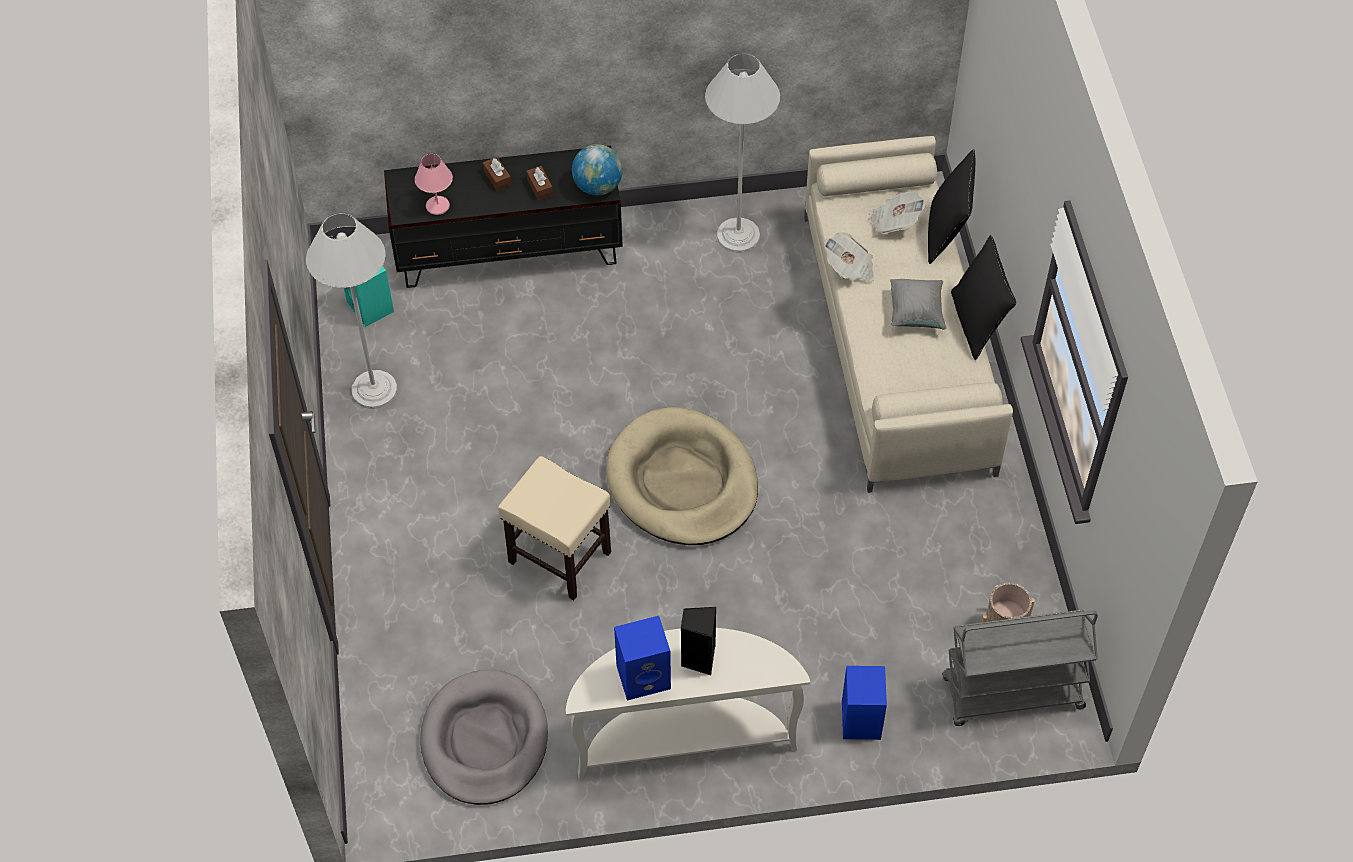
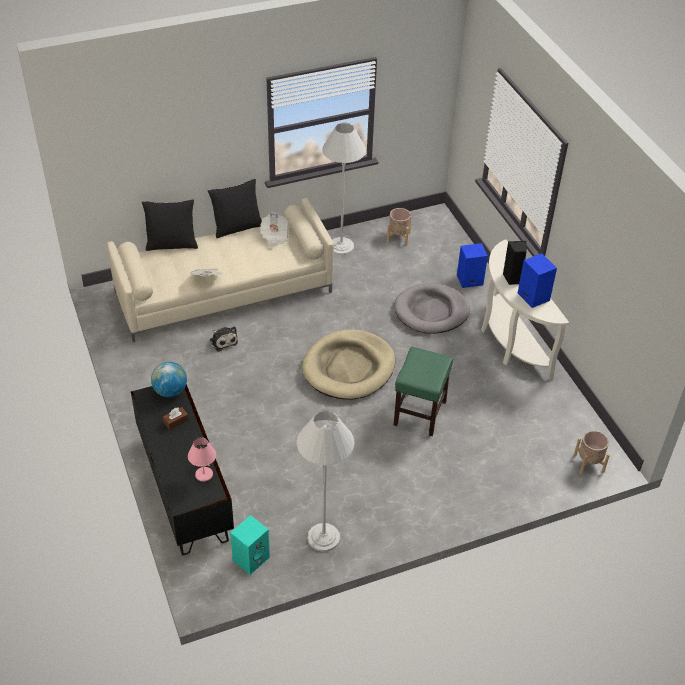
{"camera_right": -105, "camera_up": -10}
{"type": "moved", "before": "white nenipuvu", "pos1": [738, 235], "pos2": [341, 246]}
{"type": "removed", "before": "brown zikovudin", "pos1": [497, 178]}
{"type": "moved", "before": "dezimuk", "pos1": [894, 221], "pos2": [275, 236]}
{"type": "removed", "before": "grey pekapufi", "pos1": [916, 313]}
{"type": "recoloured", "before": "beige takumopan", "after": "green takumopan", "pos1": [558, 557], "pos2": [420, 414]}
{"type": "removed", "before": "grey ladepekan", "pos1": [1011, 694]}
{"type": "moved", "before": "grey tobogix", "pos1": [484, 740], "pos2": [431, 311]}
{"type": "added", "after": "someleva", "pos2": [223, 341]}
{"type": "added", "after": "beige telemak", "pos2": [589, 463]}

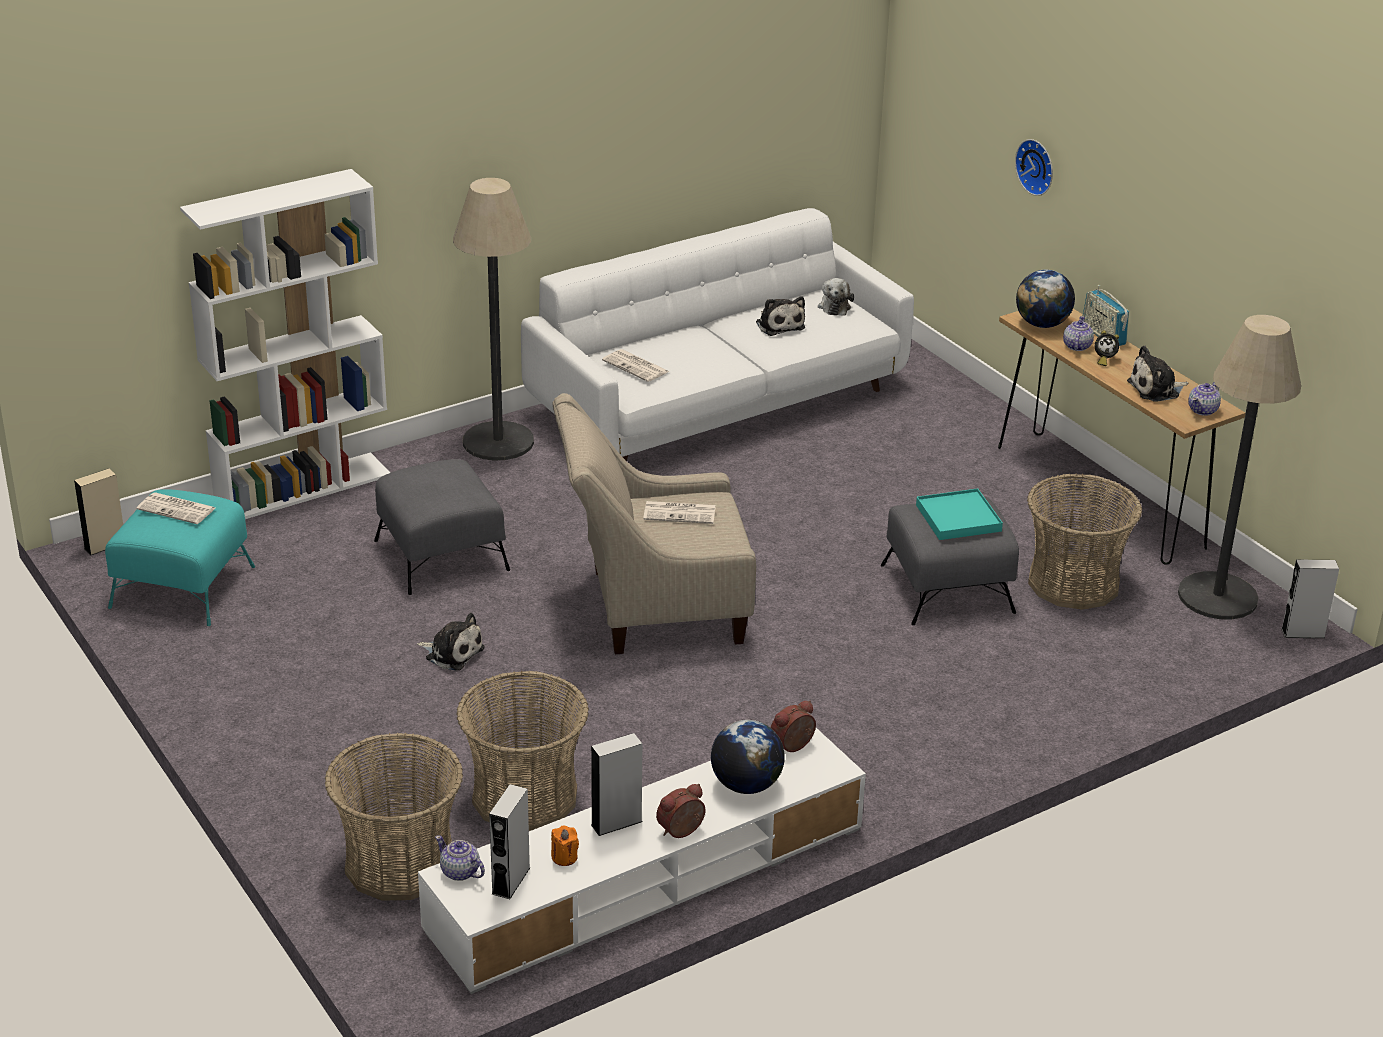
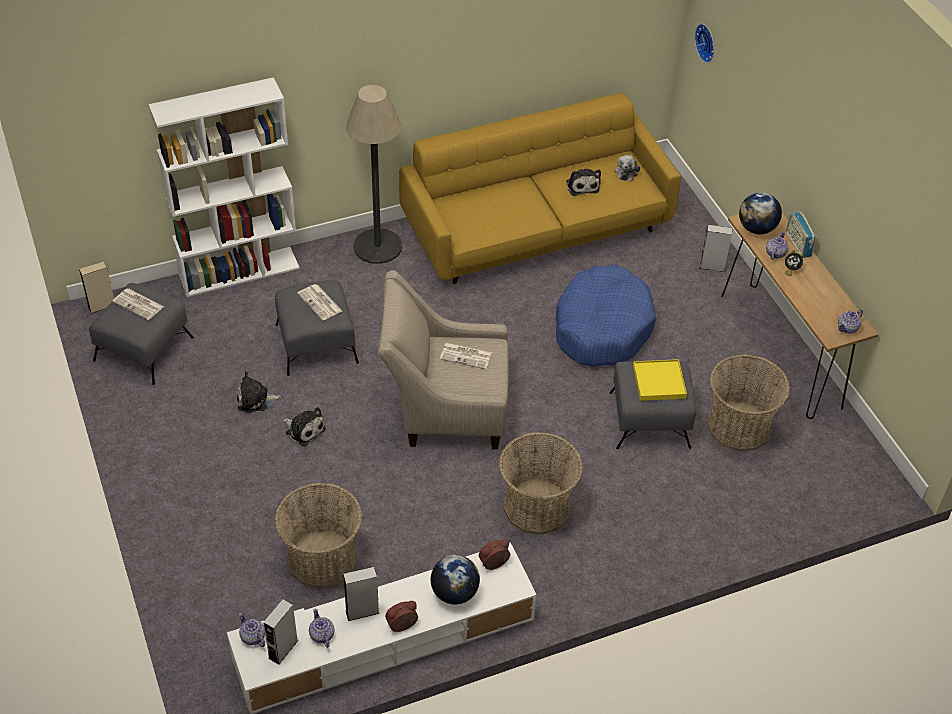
{"camera_right": 10, "camera_up": 15}
{"type": "moved", "before": "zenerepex", "pos1": [1037, 166], "pos2": [707, 42]}
{"type": "recoloured", "before": "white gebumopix", "after": "yellow gebumopix", "pos1": [720, 402], "pos2": [537, 228]}
{"type": "removed", "before": "nenipuvu", "pos1": [1217, 596]}
{"type": "moved", "before": "someleva", "pos1": [1156, 389], "pos2": [255, 400]}
{"type": "moved", "before": "dezimuk", "pos1": [636, 366], "pos2": [320, 303]}
{"type": "recoloured", "before": "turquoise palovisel", "after": "yellow palovisel", "pos1": [958, 518], "pos2": [659, 382]}
{"type": "recoloured", "before": "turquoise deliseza", "after": "grey deliseza", "pos1": [181, 587], "pos2": [143, 349]}
{"type": "moved", "before": "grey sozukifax", "pos1": [1303, 633], "pos2": [712, 267]}
{"type": "moved", "before": "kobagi", "pos1": [399, 863], "pos2": [536, 507]}
{"type": "replaced", "before": "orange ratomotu", "after": "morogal", "pos1": [564, 857], "pos2": [321, 635]}
{"type": "added", "after": "blue tobogix", "pos2": [602, 327]}

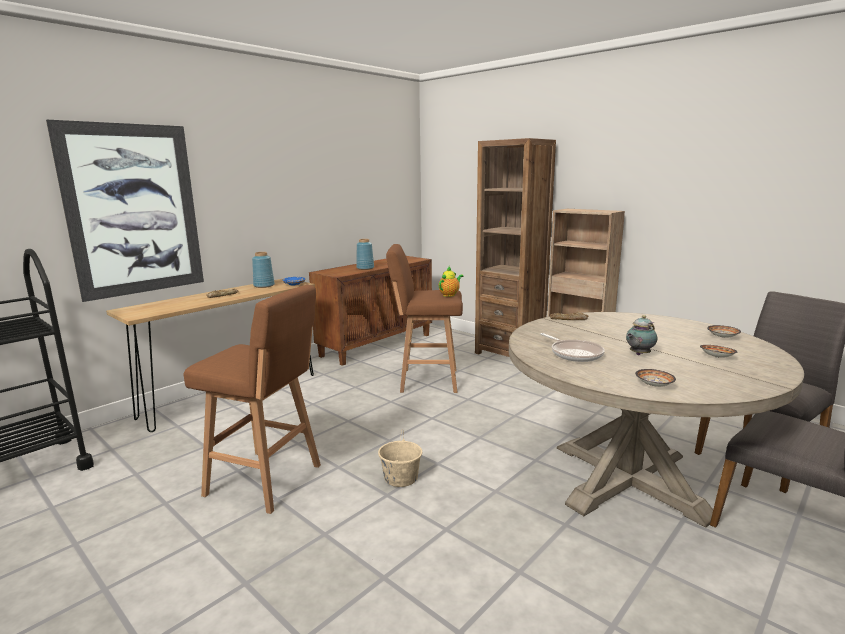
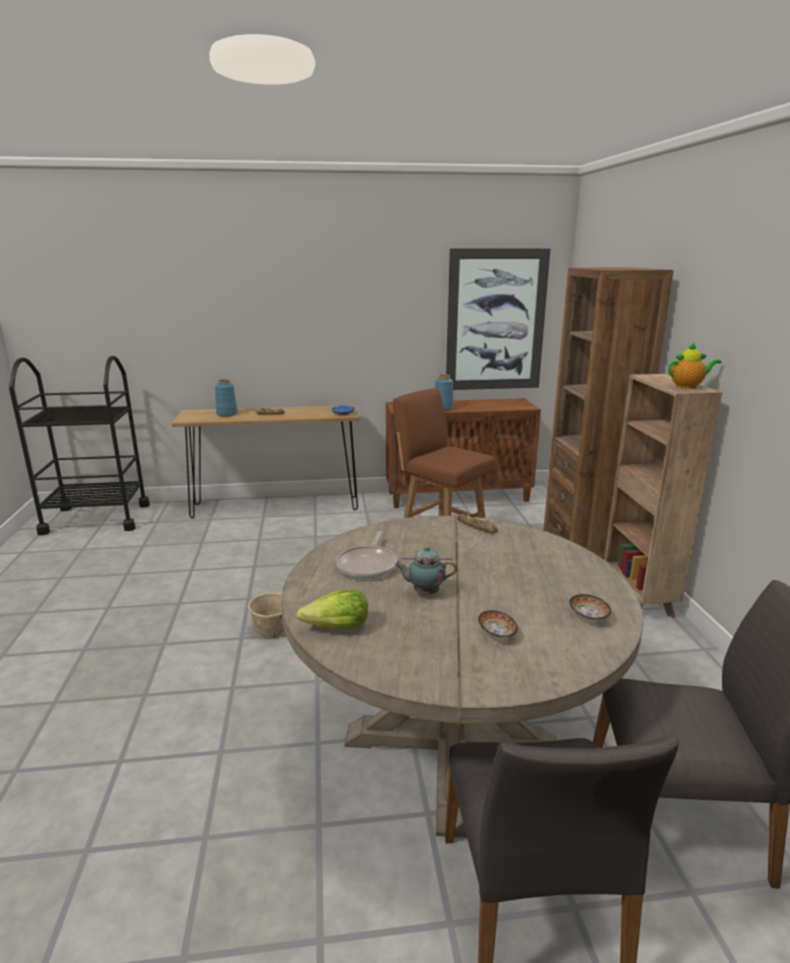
{"camera_right": 40, "camera_up": 5}
{"type": "moved", "before": "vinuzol", "pos1": [134, 210], "pos2": [496, 321]}
{"type": "moved", "before": "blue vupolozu", "pos1": [264, 285], "pos2": [227, 414]}
{"type": "moved", "before": "morogal", "pos1": [450, 295], "pos2": [688, 386]}
{"type": "removed", "before": "brown takumopan", "pos1": [267, 481]}
{"type": "replaced", "before": "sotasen", "after": "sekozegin", "pos1": [654, 385], "pos2": [337, 627]}

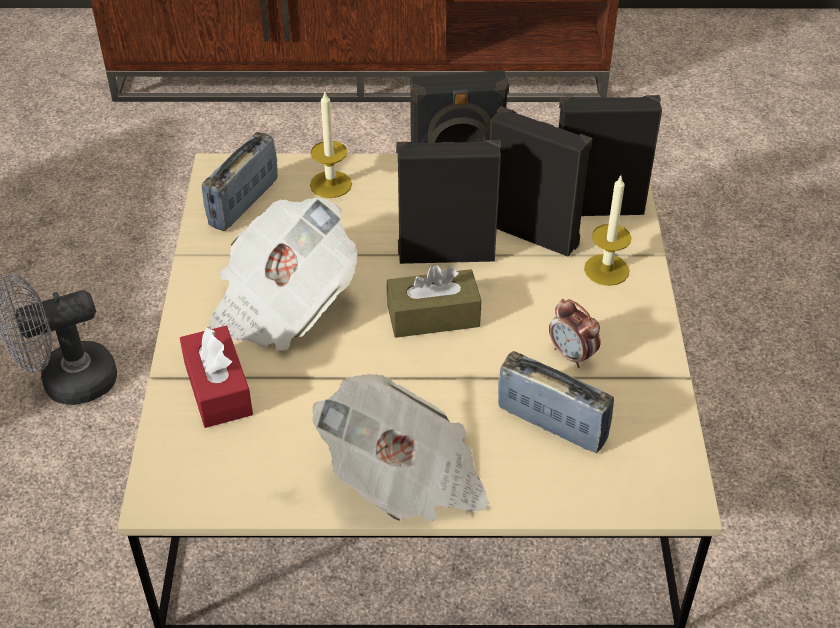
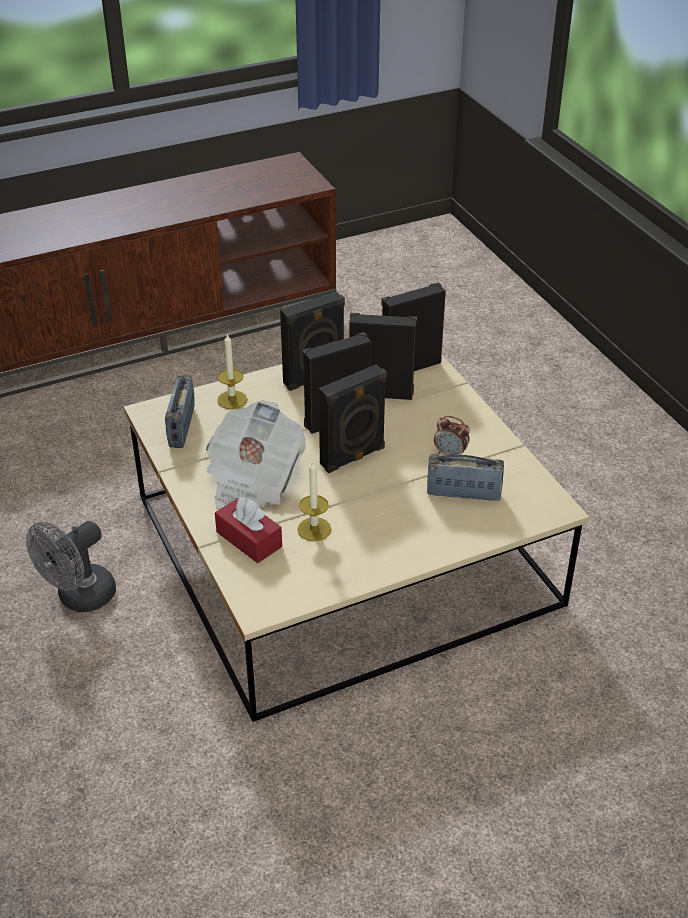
{"camera_right": -25, "camera_up": -5}
{"type": "moved", "before": "ratomotu", "pos1": [606, 270], "pos2": [314, 529]}
{"type": "replaced", "before": "brown zikovudin", "after": "black sozukifax", "pos1": [433, 316], "pos2": [353, 457]}
{"type": "removed", "before": "dezimuk", "pos1": [405, 479]}

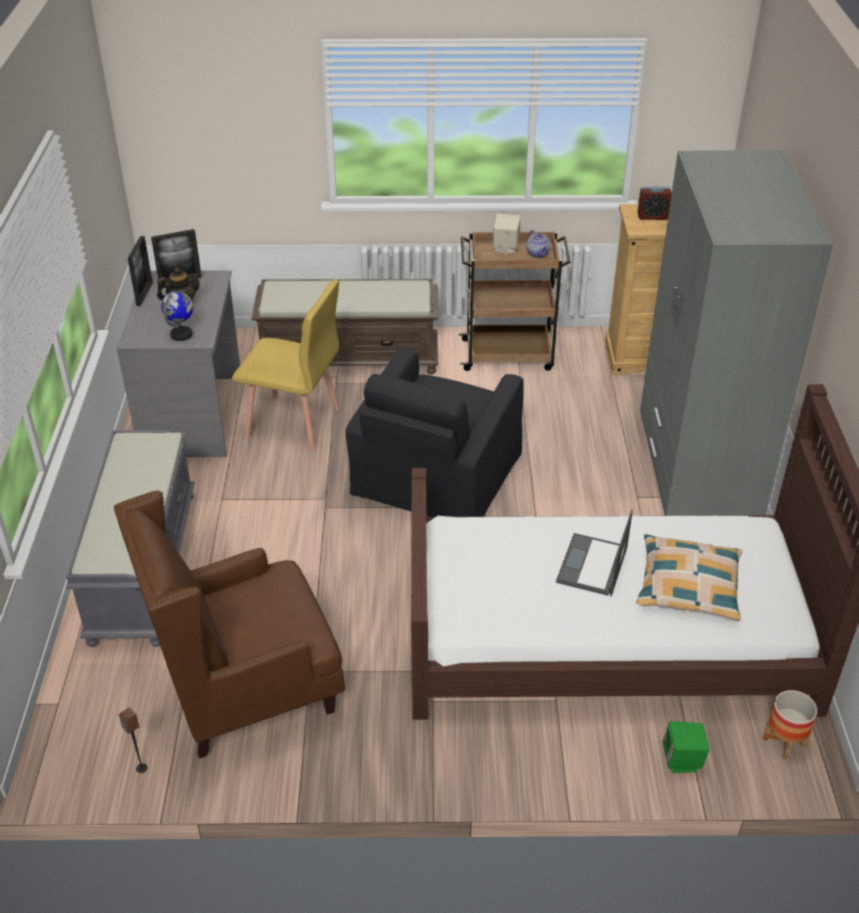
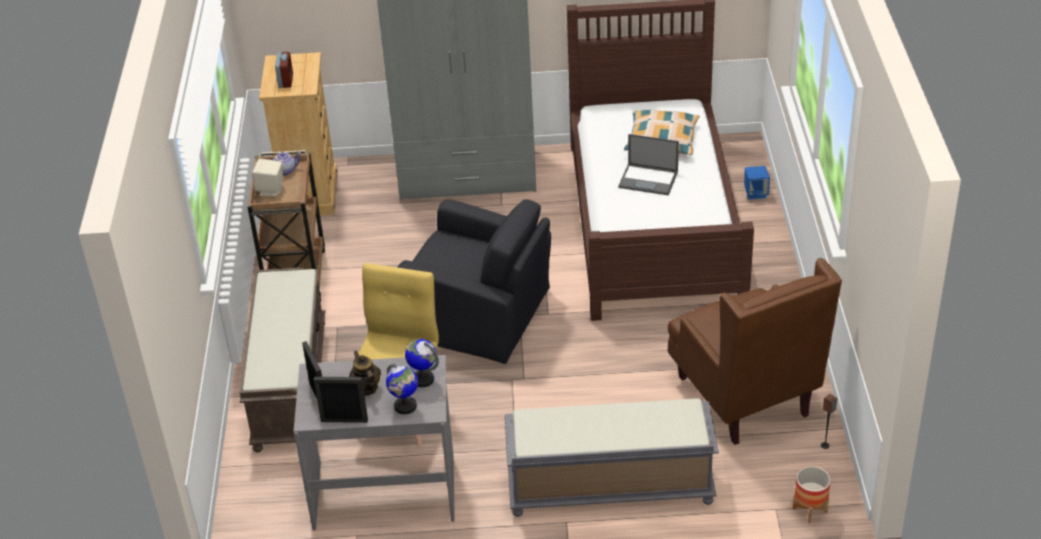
{"camera_right": -90, "camera_up": 0}
{"type": "moved", "before": "telemak", "pos1": [784, 742], "pos2": [810, 510]}
{"type": "recoloured", "before": "green sozukifax", "after": "blue sozukifax", "pos1": [682, 761], "pos2": [756, 193]}
{"type": "added", "after": "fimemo", "pos2": [405, 406]}

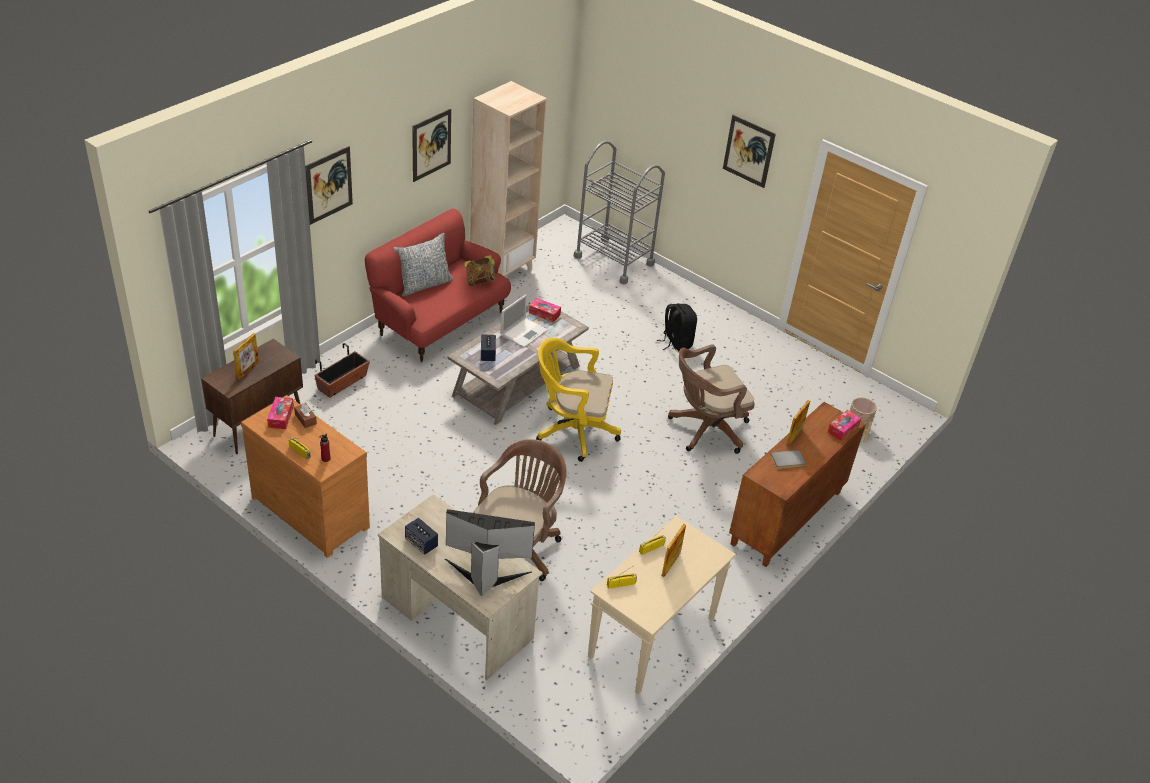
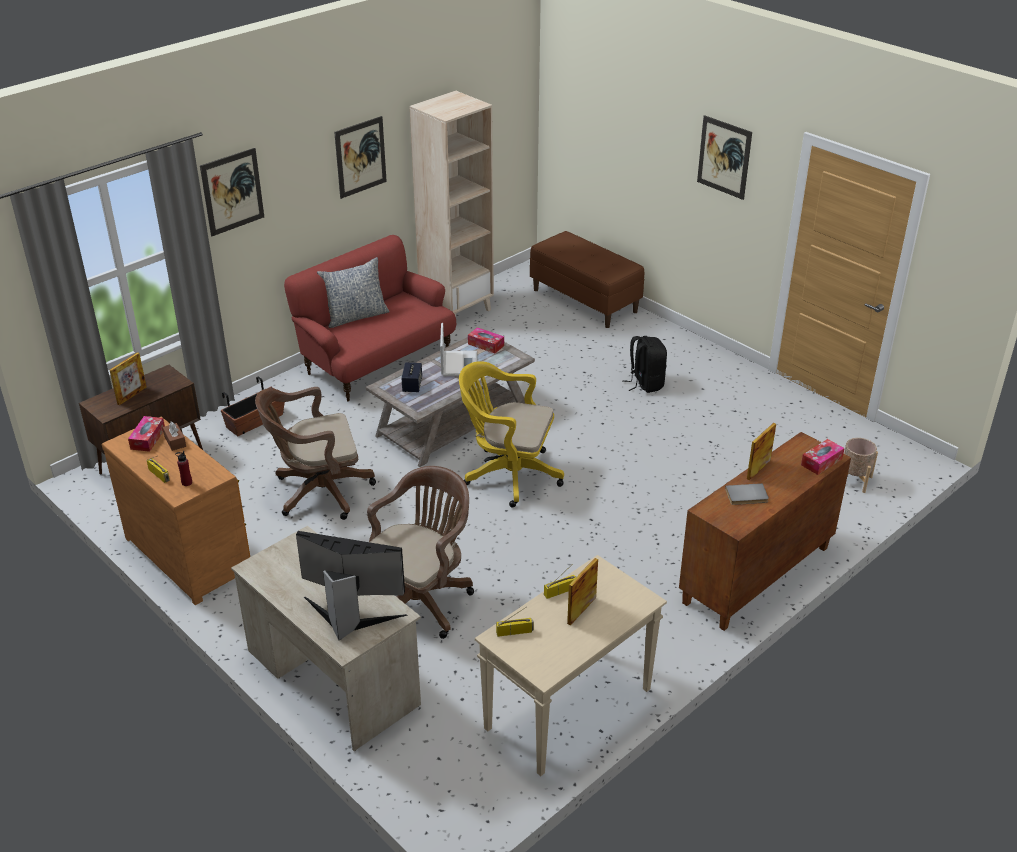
{"camera_right": 10, "camera_up": -5}
{"type": "replaced", "before": "grey ladepekan", "after": "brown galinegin", "pos1": [614, 260], "pos2": [585, 301]}
{"type": "removed", "before": "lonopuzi", "pos1": [480, 281]}
{"type": "turned", "before": "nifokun", "pos1": [524, 332], "pos2": [459, 363], "turn": -45}
{"type": "moved", "before": "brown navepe", "pos1": [705, 430], "pos2": [318, 492]}
{"type": "removed", "before": "sozukifax", "pos1": [421, 543]}

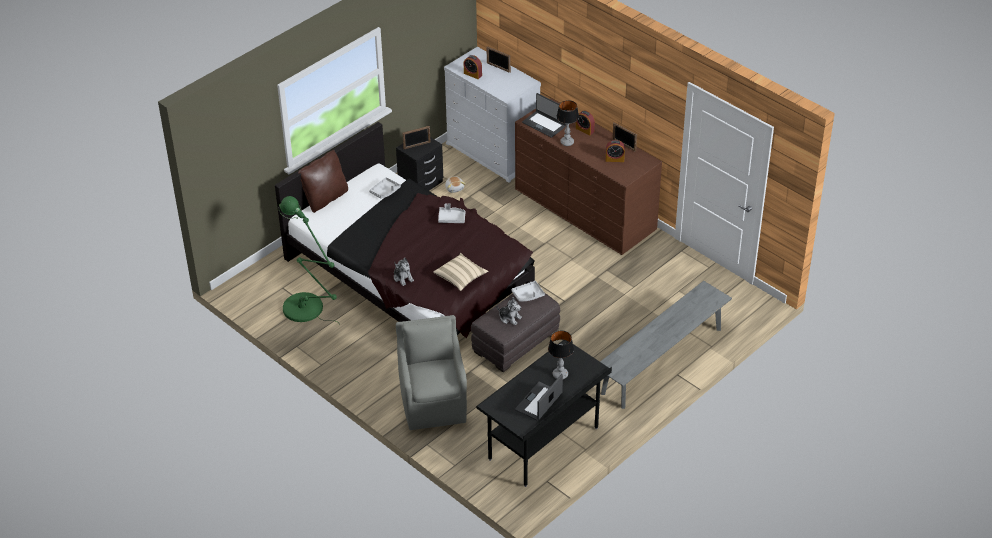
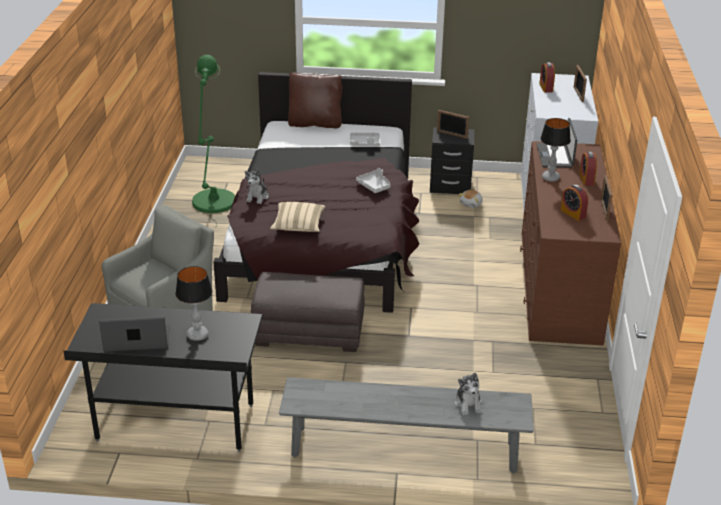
{"camera_right": 50, "camera_up": -10}
{"type": "removed", "before": "grey palovisel", "pos1": [528, 295]}
{"type": "moved", "before": "someleva", "pos1": [509, 318], "pos2": [468, 404]}

